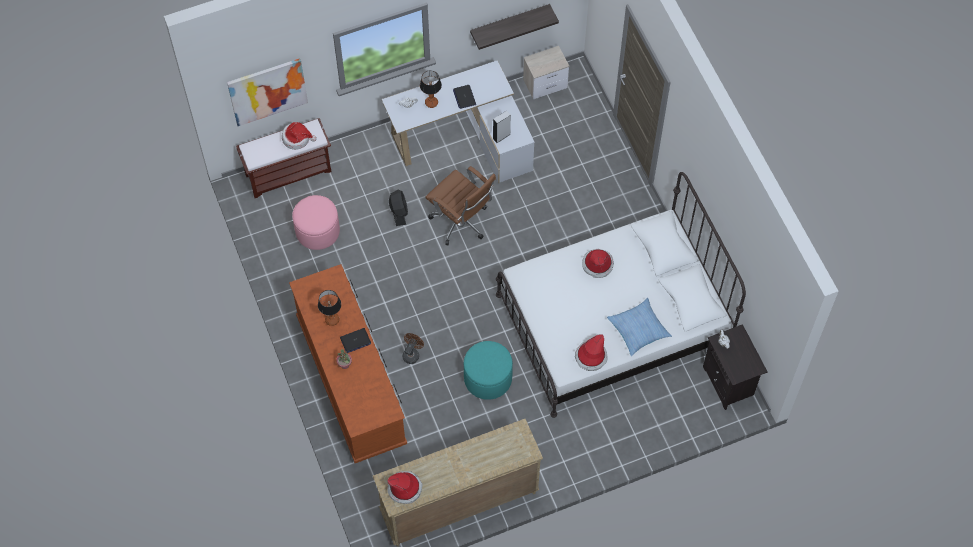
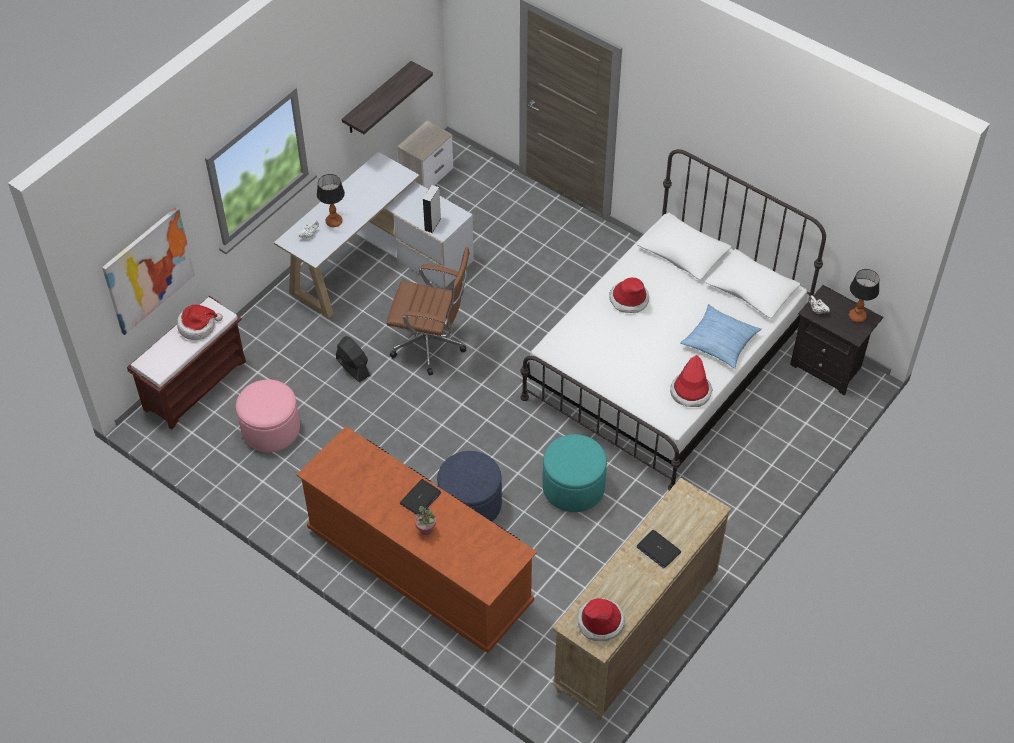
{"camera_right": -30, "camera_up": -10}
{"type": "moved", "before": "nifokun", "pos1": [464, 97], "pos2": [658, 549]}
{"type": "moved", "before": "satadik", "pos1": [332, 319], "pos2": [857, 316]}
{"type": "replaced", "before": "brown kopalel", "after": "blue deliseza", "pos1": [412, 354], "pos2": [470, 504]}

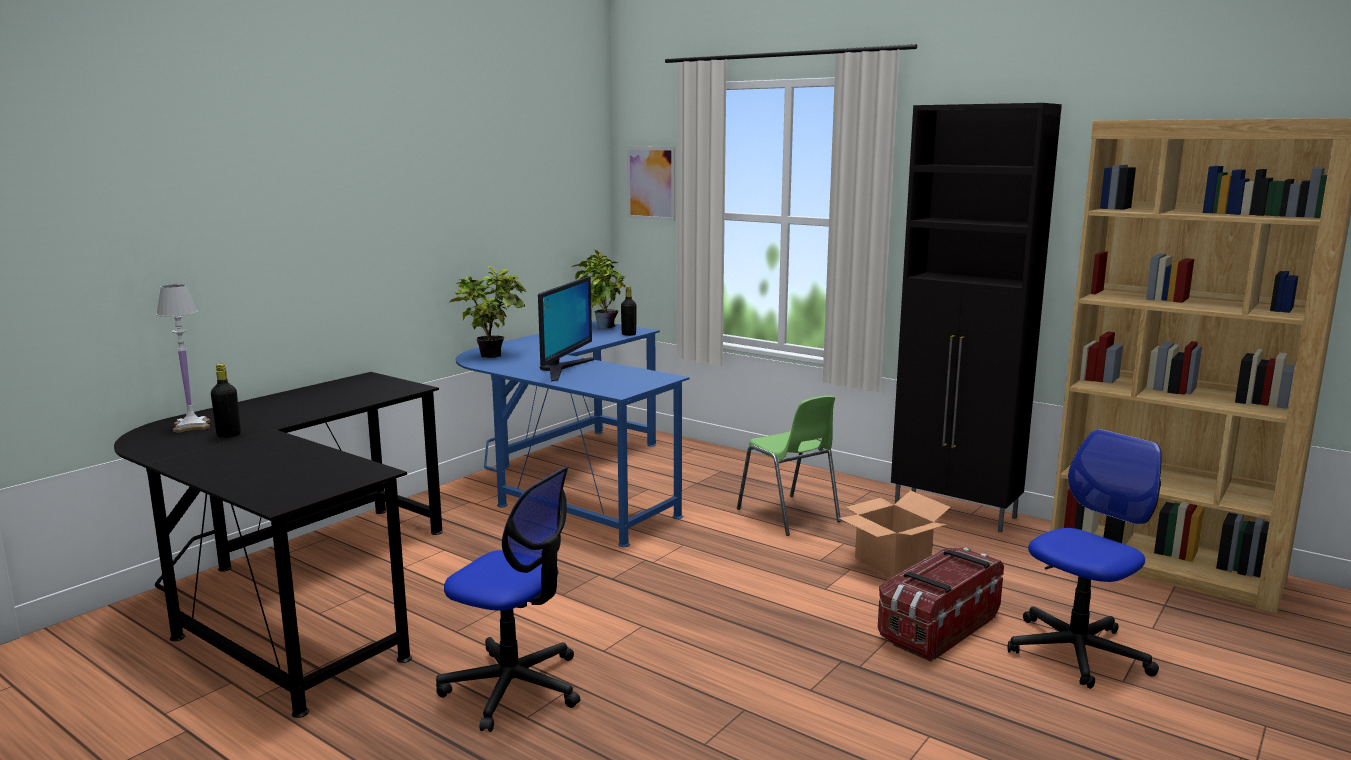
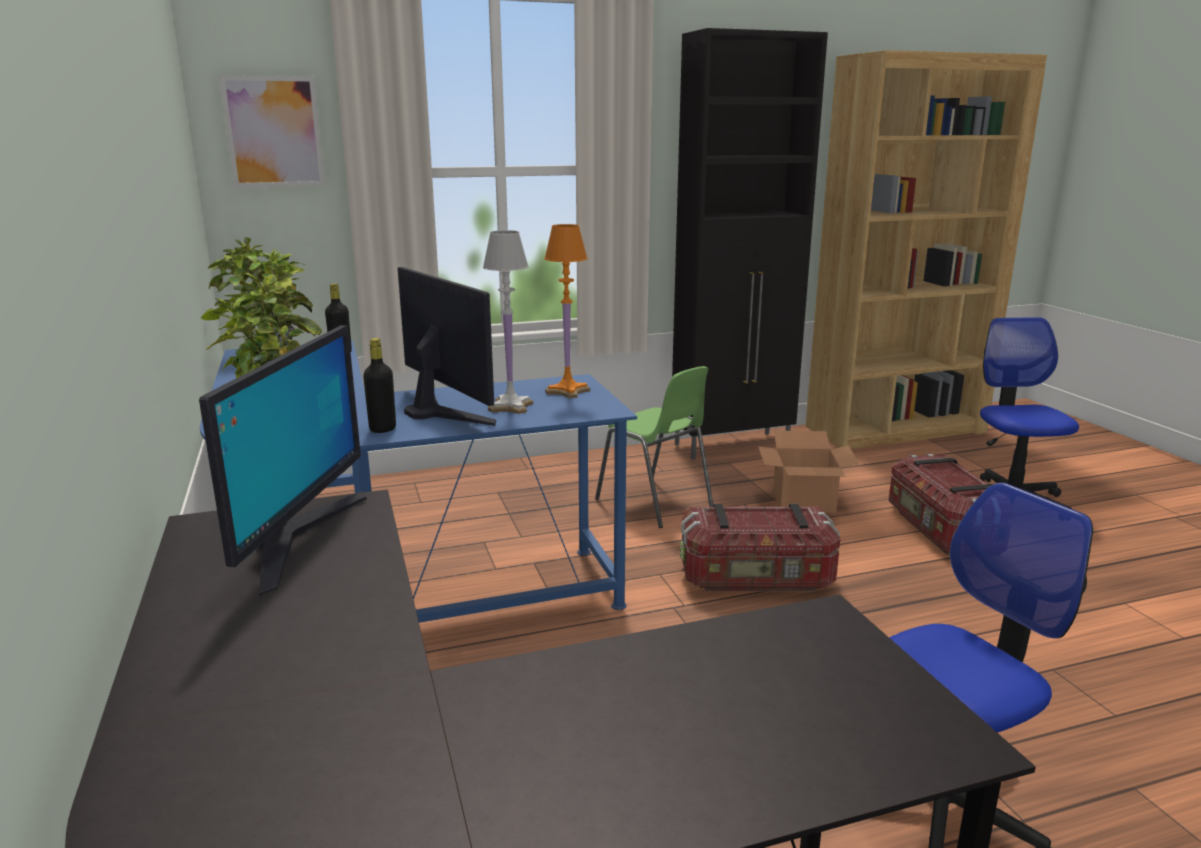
{"camera_right": -55, "camera_up": 5}
{"type": "moved", "before": "white satadik", "pos1": [191, 426], "pos2": [510, 407]}
{"type": "moved", "before": "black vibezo", "pos1": [229, 435], "pos2": [383, 429]}
{"type": "turned", "before": "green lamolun", "pos1": [789, 516], "pos2": [655, 503], "turn": 45}
{"type": "added", "after": "orange satadik", "pos2": [568, 391]}
{"type": "added", "after": "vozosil", "pos2": [295, 538]}
{"type": "added", "after": "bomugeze", "pos2": [756, 579]}

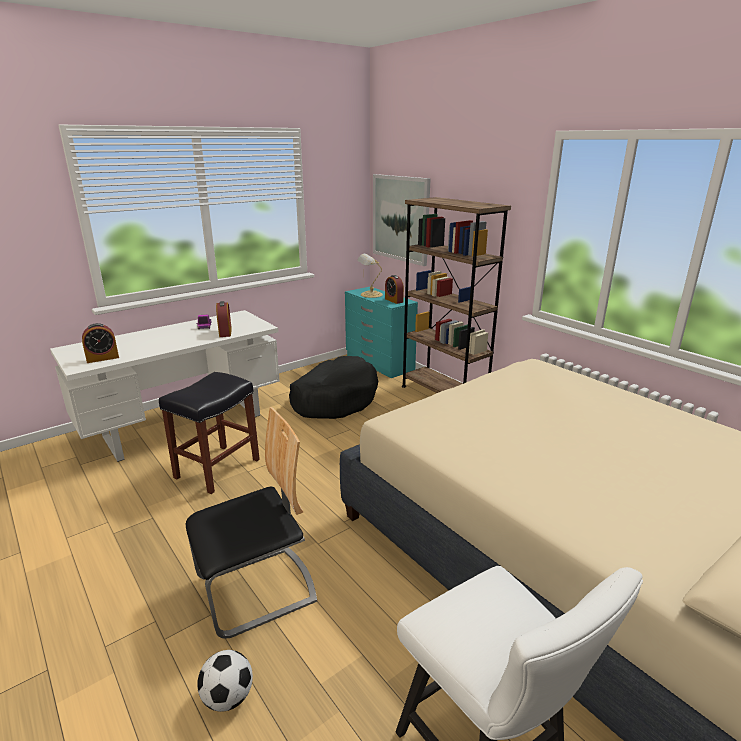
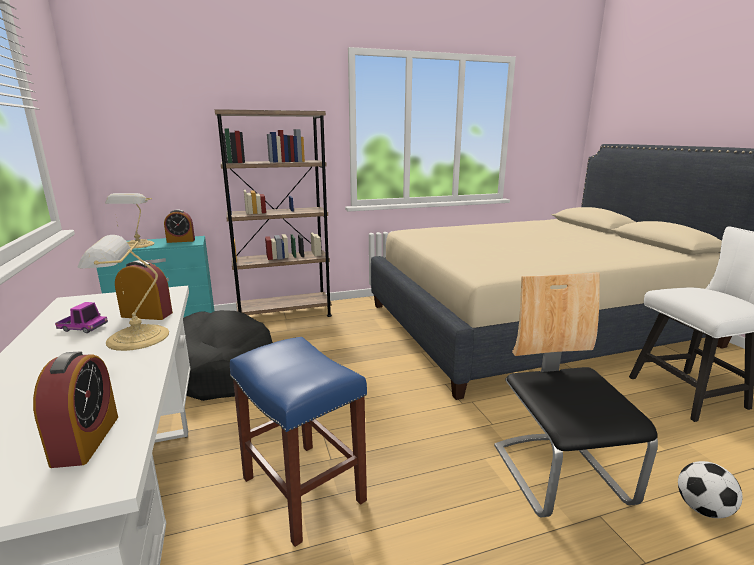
{"camera_right": -70, "camera_up": -5}
{"type": "removed", "before": "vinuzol", "pos1": [400, 218]}
{"type": "recoloured", "before": "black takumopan", "after": "blue takumopan", "pos1": [217, 469], "pos2": [304, 490]}
{"type": "added", "after": "satadik", "pos2": [134, 338]}

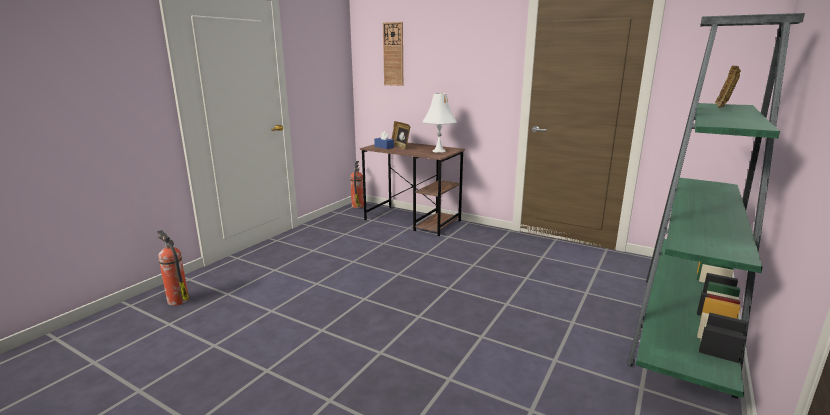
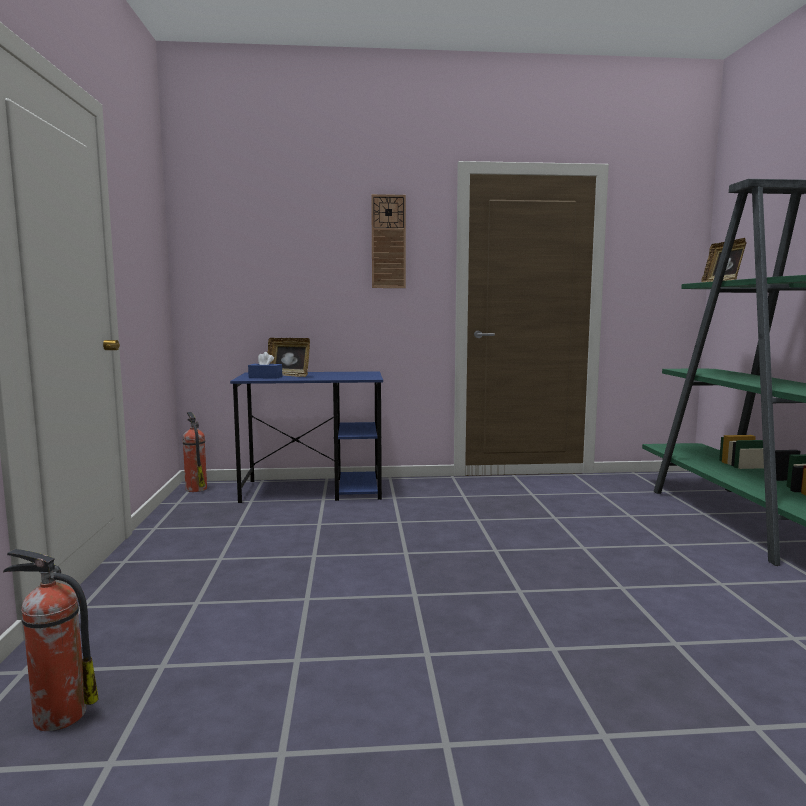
{"camera_right": -35, "camera_up": -10}
{"type": "moved", "before": "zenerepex", "pos1": [393, 54], "pos2": [388, 242]}
{"type": "removed", "before": "white satadik", "pos1": [439, 151]}
{"type": "recoloured", "before": "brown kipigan", "after": "blue kipigan", "pos1": [413, 220], "pos2": [314, 490]}

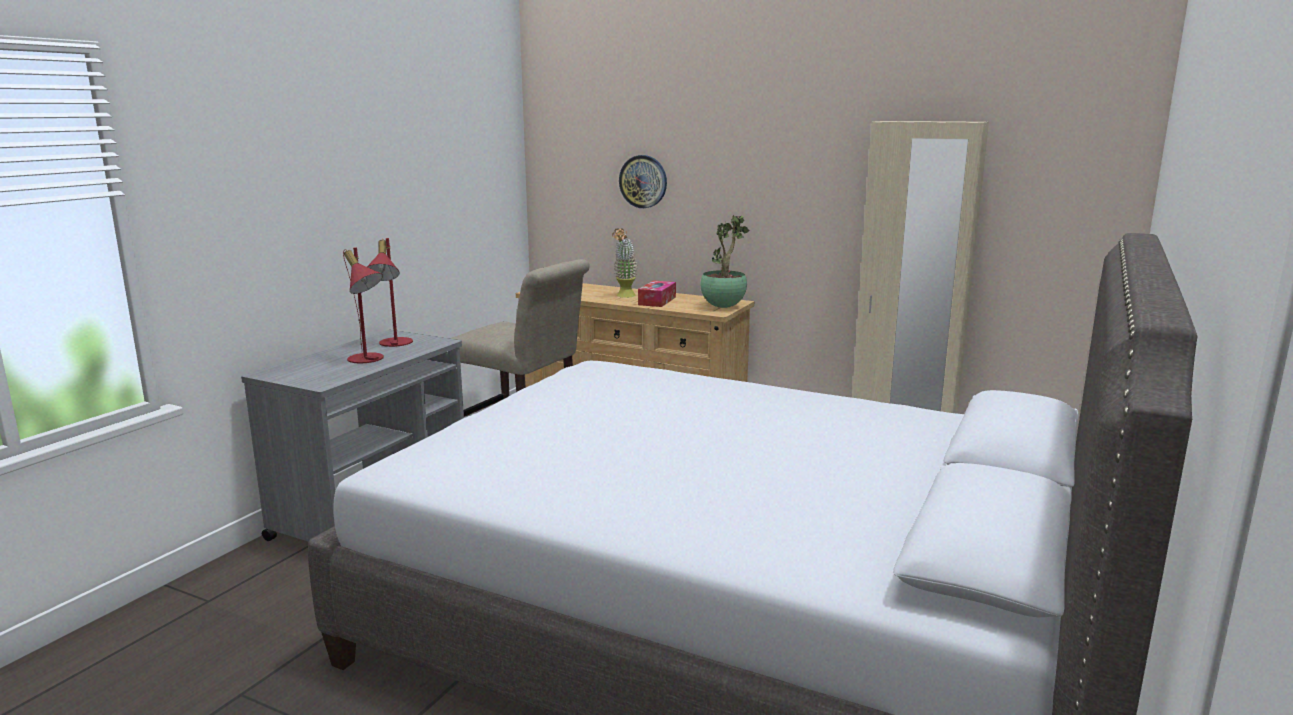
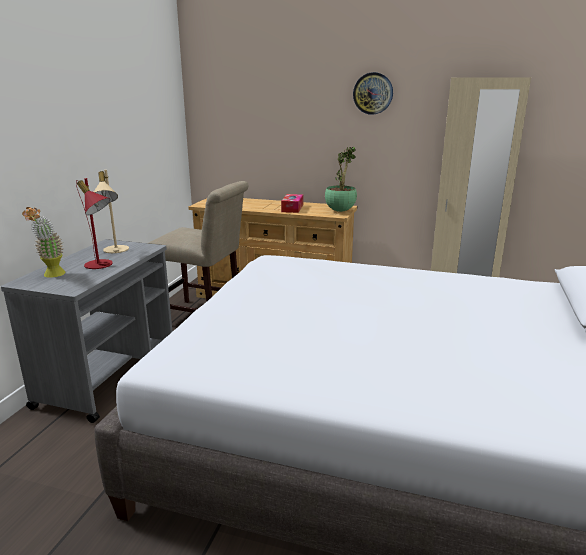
{"camera_right": -10, "camera_up": 5}
{"type": "moved", "before": "zenerepex", "pos1": [643, 181], "pos2": [373, 93]}
{"type": "moved", "before": "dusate", "pos1": [624, 296], "pos2": [51, 276]}
{"type": "recoloured", "before": "red satadik", "after": "beige satadik", "pos1": [393, 344], "pos2": [114, 251]}

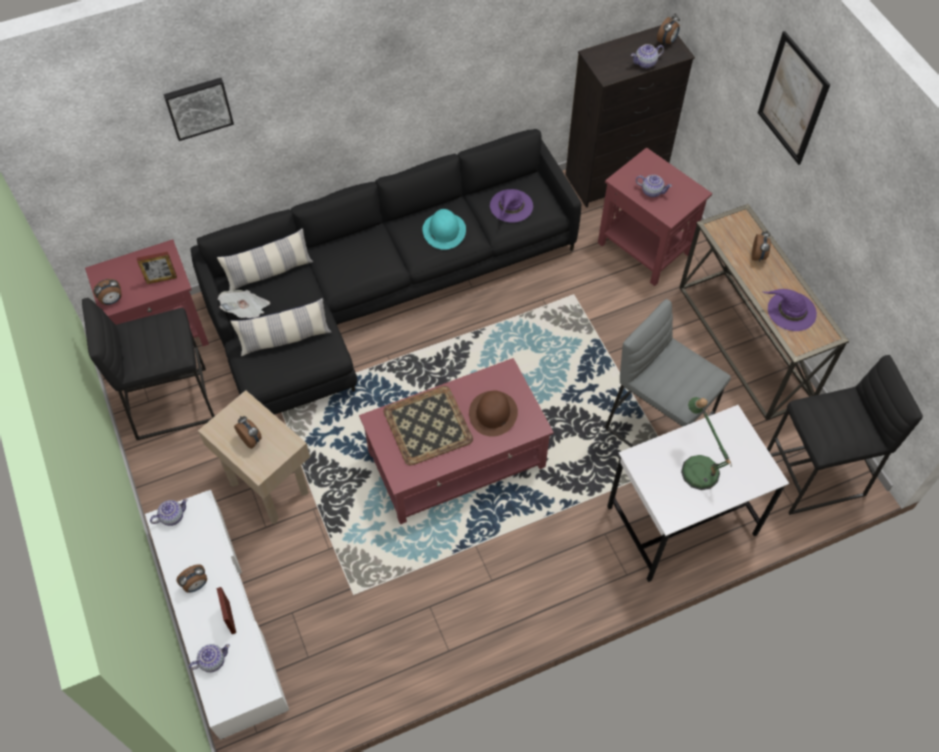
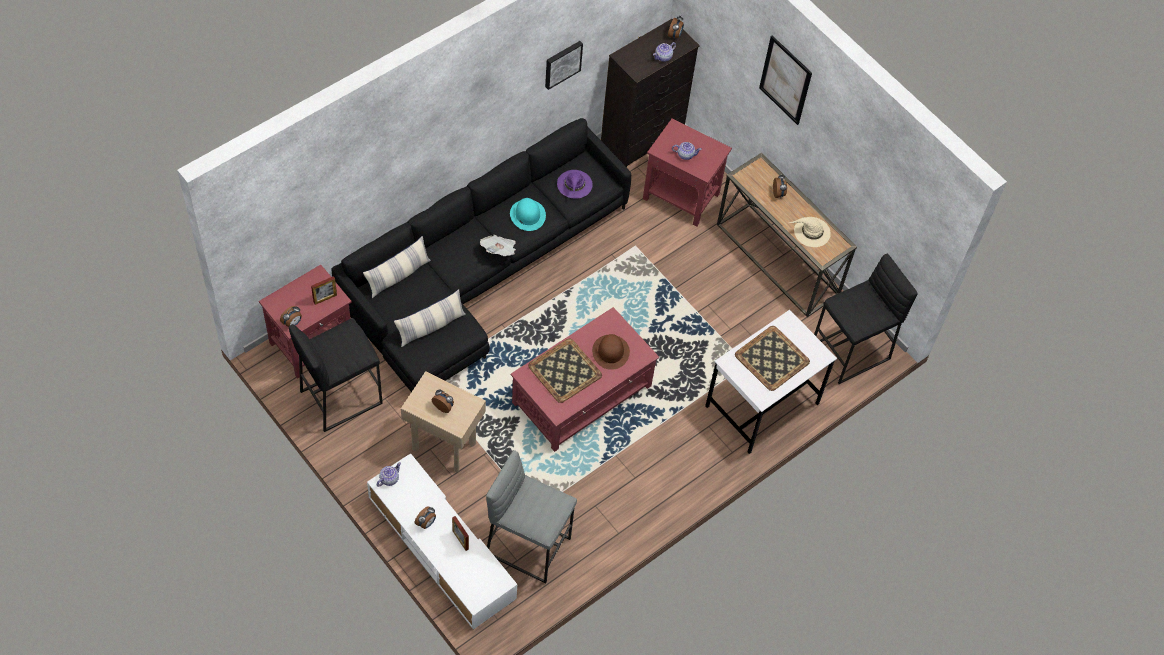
{"camera_right": -20, "camera_up": 0}
{"type": "moved", "before": "vinuzol", "pos1": [198, 107], "pos2": [562, 63]}
{"type": "recoloured", "before": "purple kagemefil", "after": "beige kagemefil", "pos1": [791, 311], "pos2": [811, 232]}
{"type": "moved", "before": "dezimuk", "pos1": [246, 310], "pos2": [499, 250]}
{"type": "moved", "before": "grey takumopan", "pos1": [656, 429], "pos2": [528, 545]}
{"type": "replaced", "before": "satadik", "after": "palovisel", "pos1": [697, 466], "pos2": [772, 359]}
{"type": "removed", "before": "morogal", "pos1": [212, 661]}

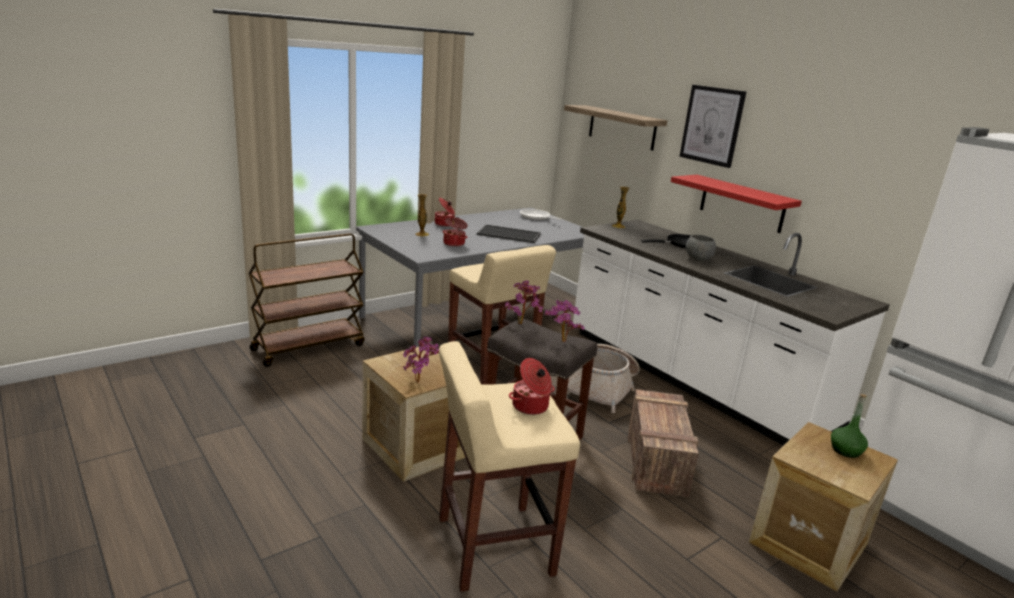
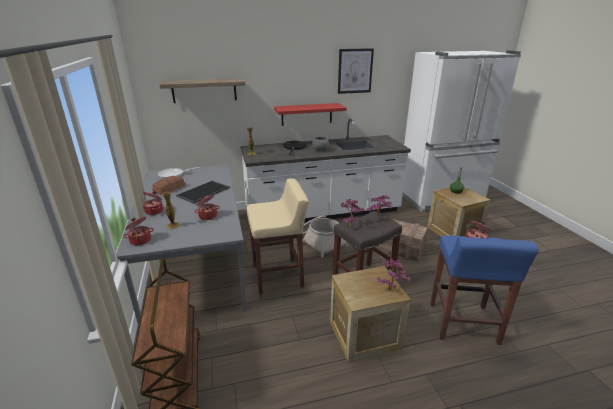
{"camera_right": -65, "camera_up": 5}
{"type": "moved", "before": "vinuzol", "pos1": [712, 125], "pos2": [355, 71]}
{"type": "recoloured", "before": "beige takumopan", "after": "blue takumopan", "pos1": [492, 546], "pos2": [463, 323]}
{"type": "added", "after": "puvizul", "pos2": [168, 189]}
{"type": "added", "after": "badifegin", "pos2": [140, 240]}

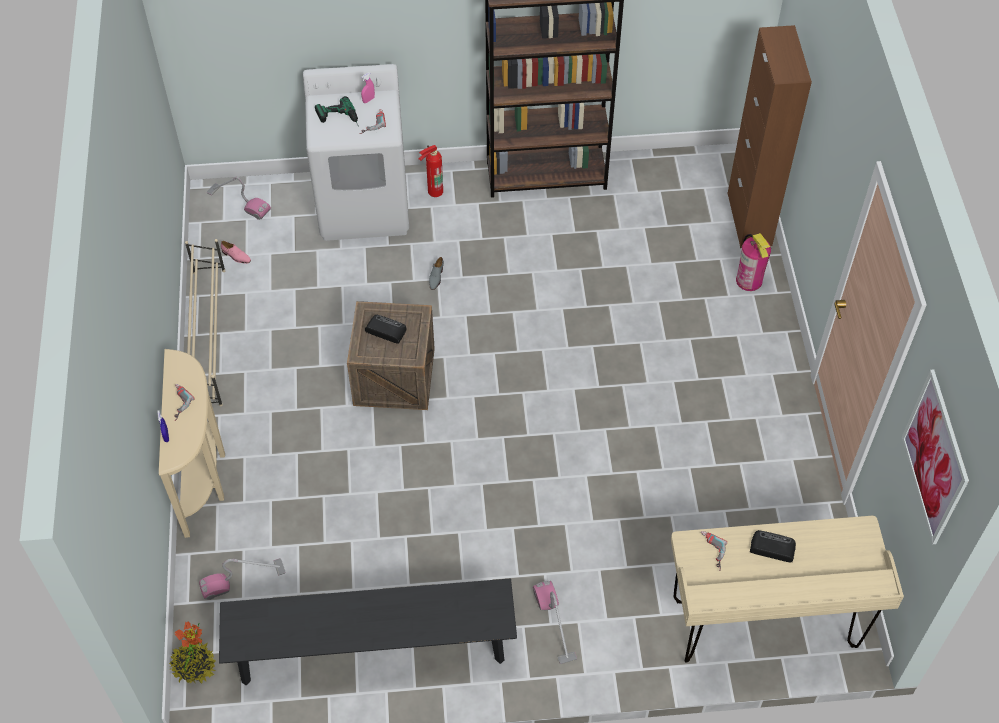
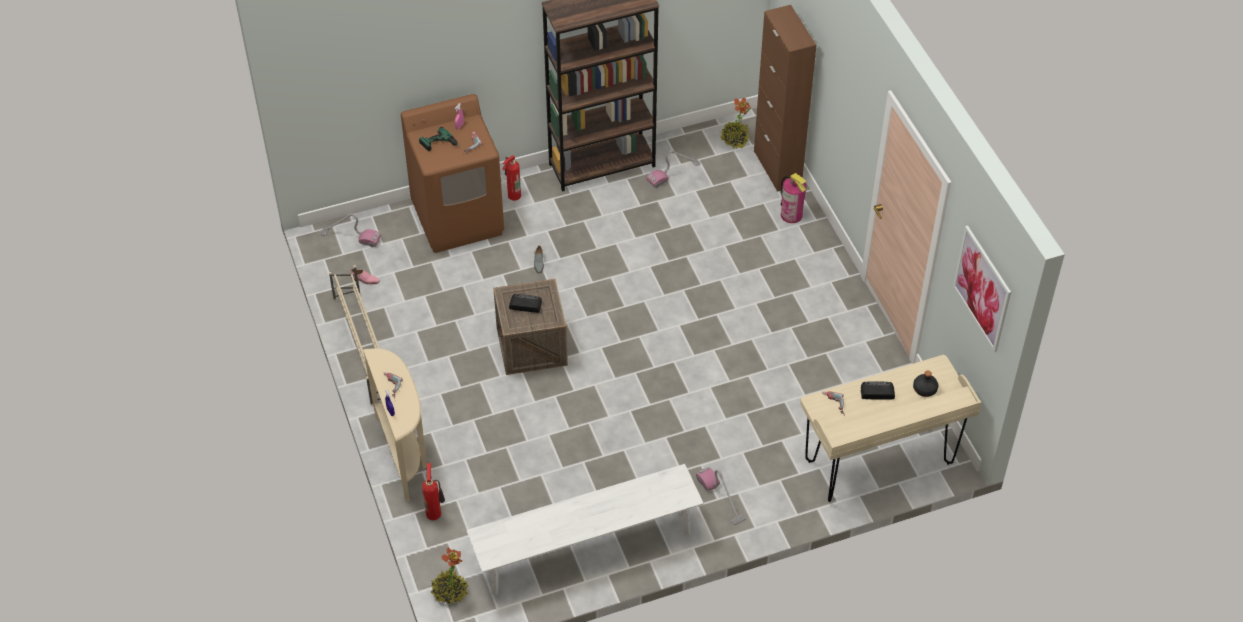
{"camera_right": -15, "camera_up": -5}
{"type": "recoloured", "before": "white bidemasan", "after": "brown bidemasan", "pos1": [364, 205], "pos2": [458, 218]}
{"type": "moved", "before": "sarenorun", "pos1": [243, 579], "pos2": [673, 173]}
{"type": "recoloured", "before": "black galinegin", "after": "white galinegin", "pos1": [372, 650], "pos2": [586, 548]}
{"type": "added", "after": "dusate", "pos2": [734, 139]}
{"type": "added", "after": "black vibezo", "pos2": [925, 389]}
{"type": "added", "after": "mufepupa", "pos2": [435, 513]}

